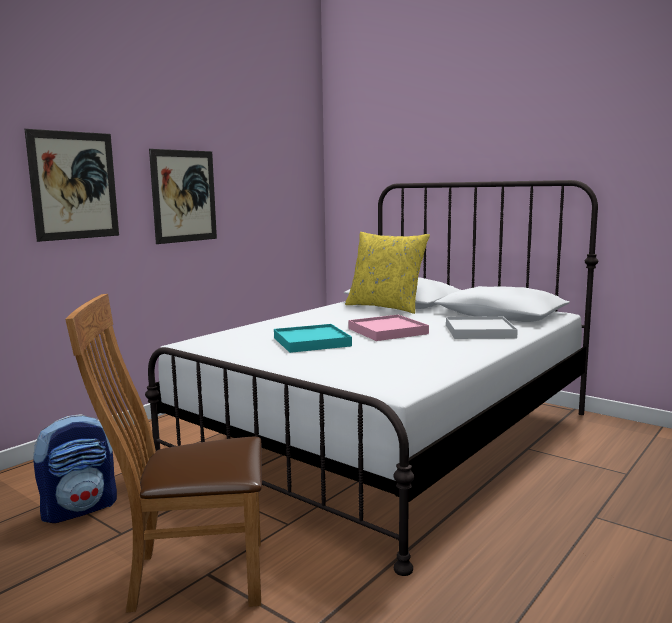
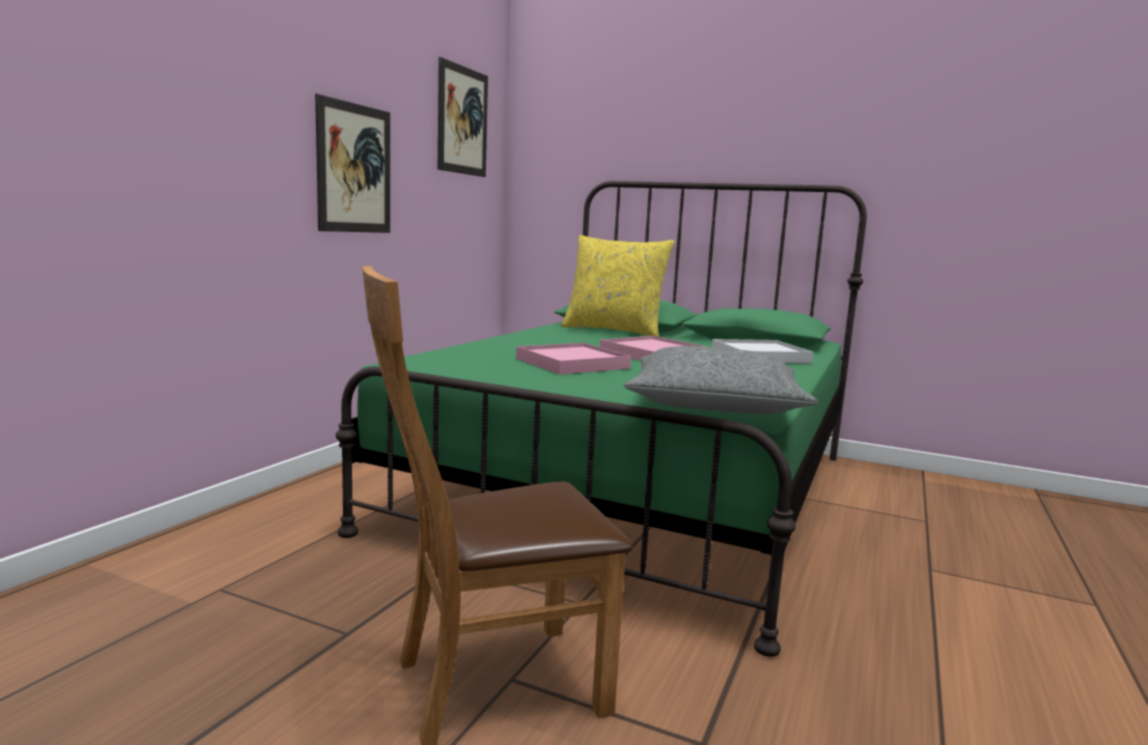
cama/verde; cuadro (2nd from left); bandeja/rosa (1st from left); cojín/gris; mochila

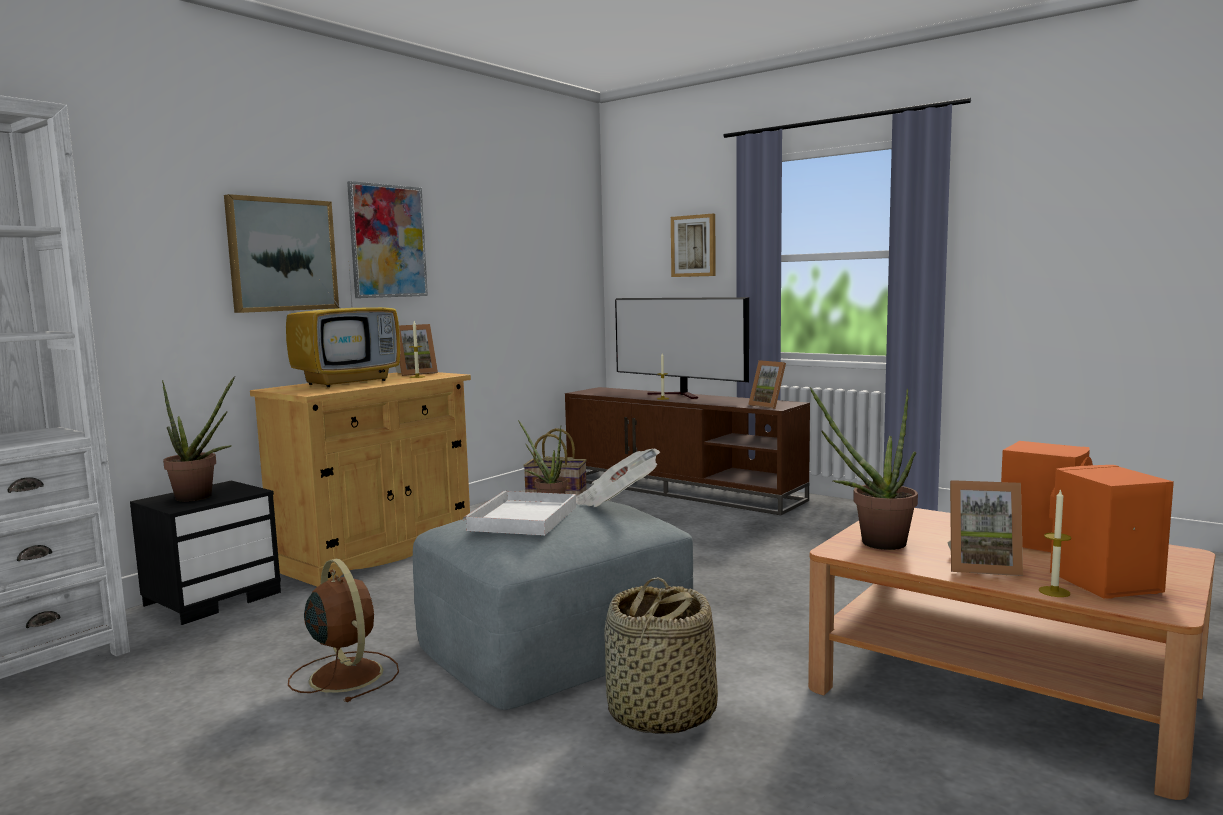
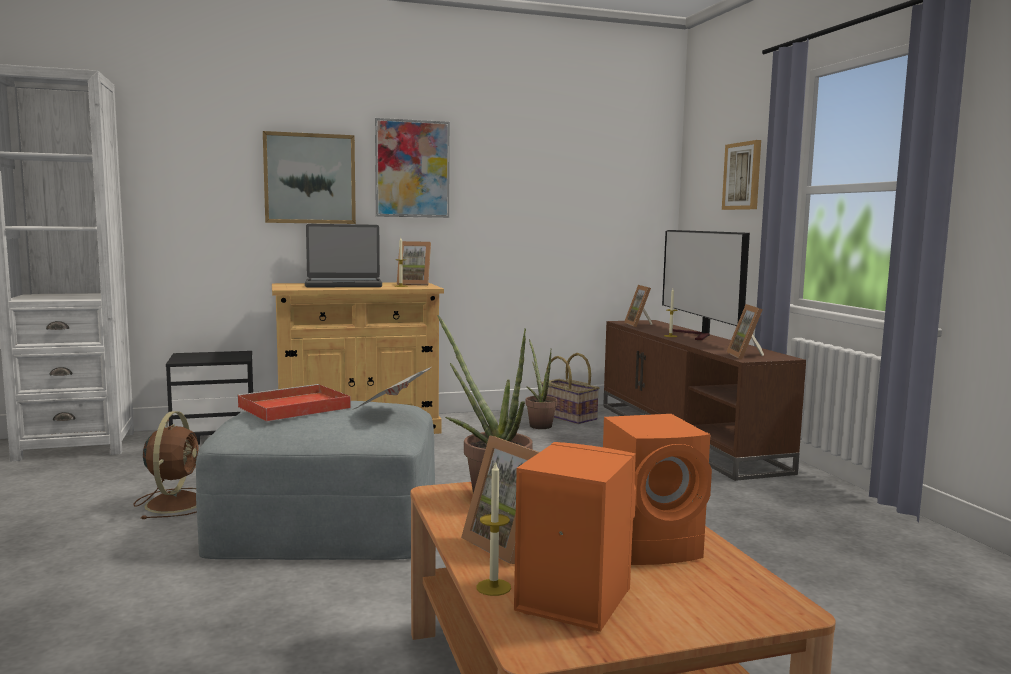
bandeja/rojo; portátil; portarretratos (3rd from left); planta en maceta (1st from left in the first image); cesta (2nd from left in the first image)

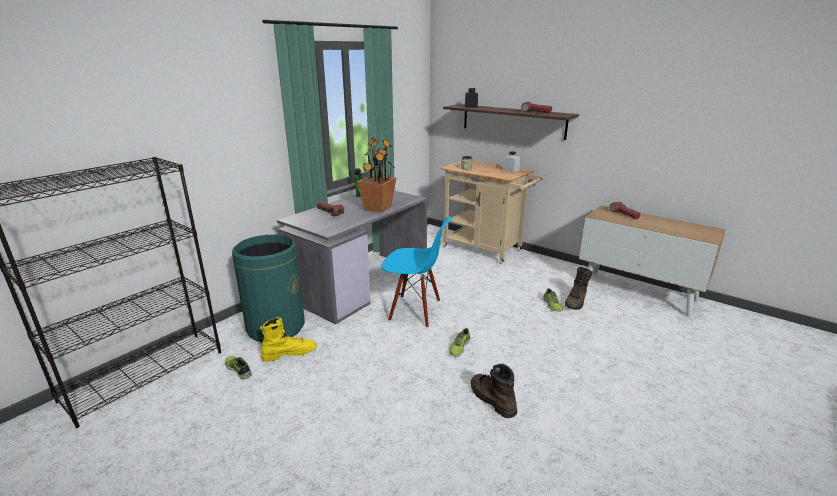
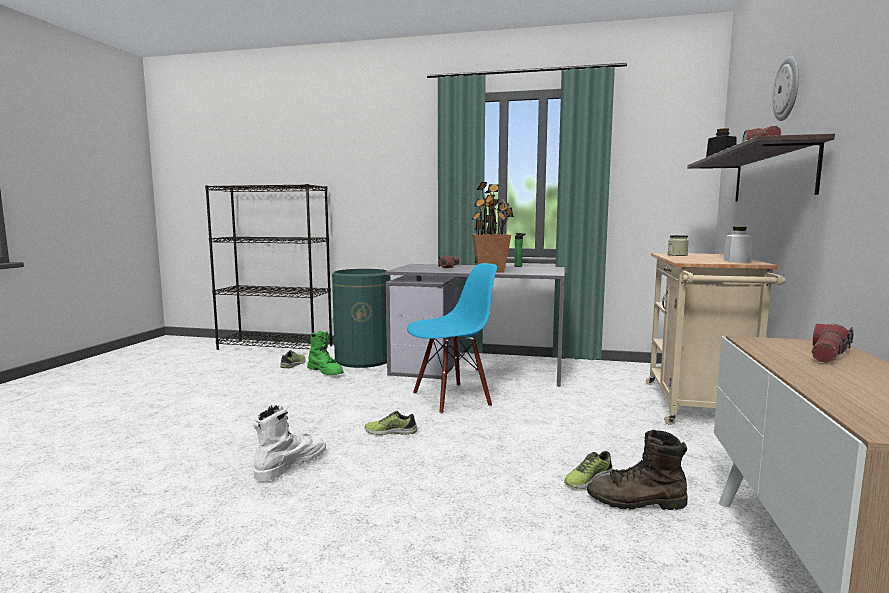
bota/blanco; bota/verde; silla/azul; reloj de pared

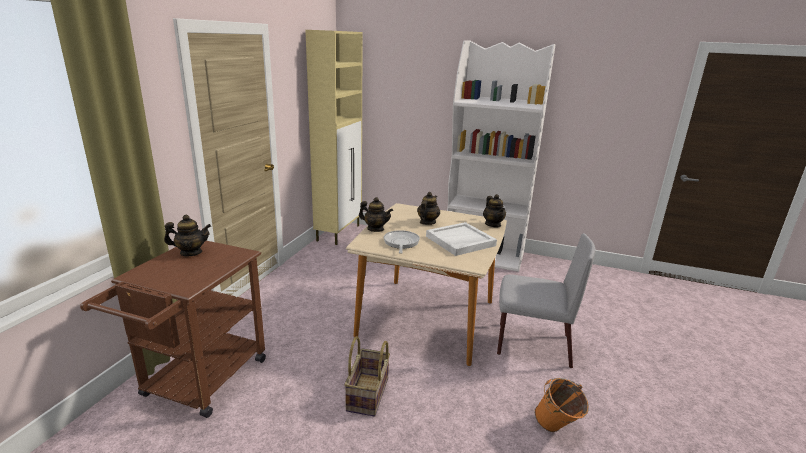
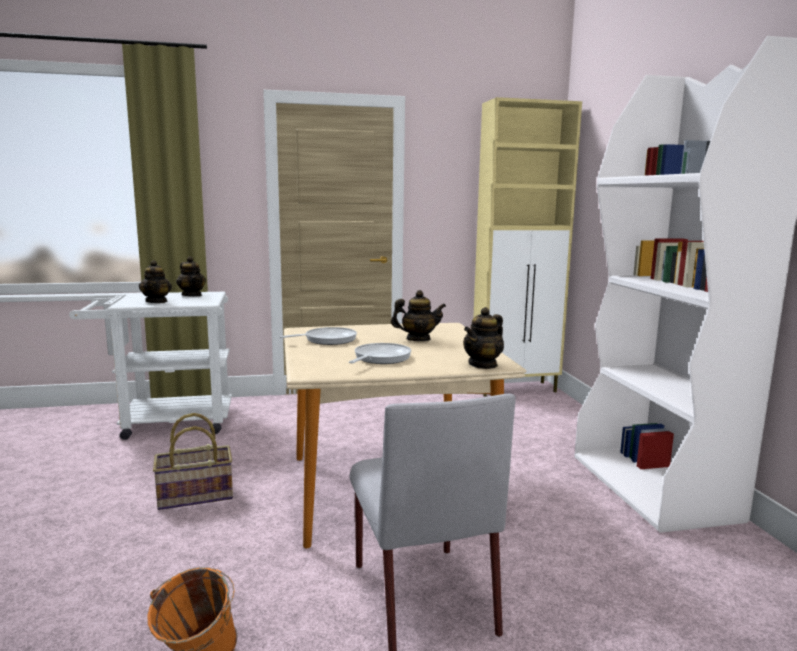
carrito/blanco; tetera (1st from left); sartén (2nd from left)

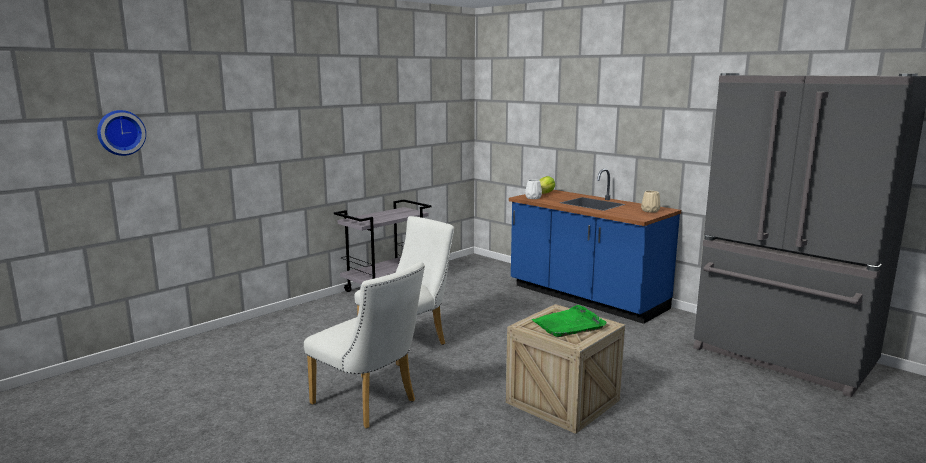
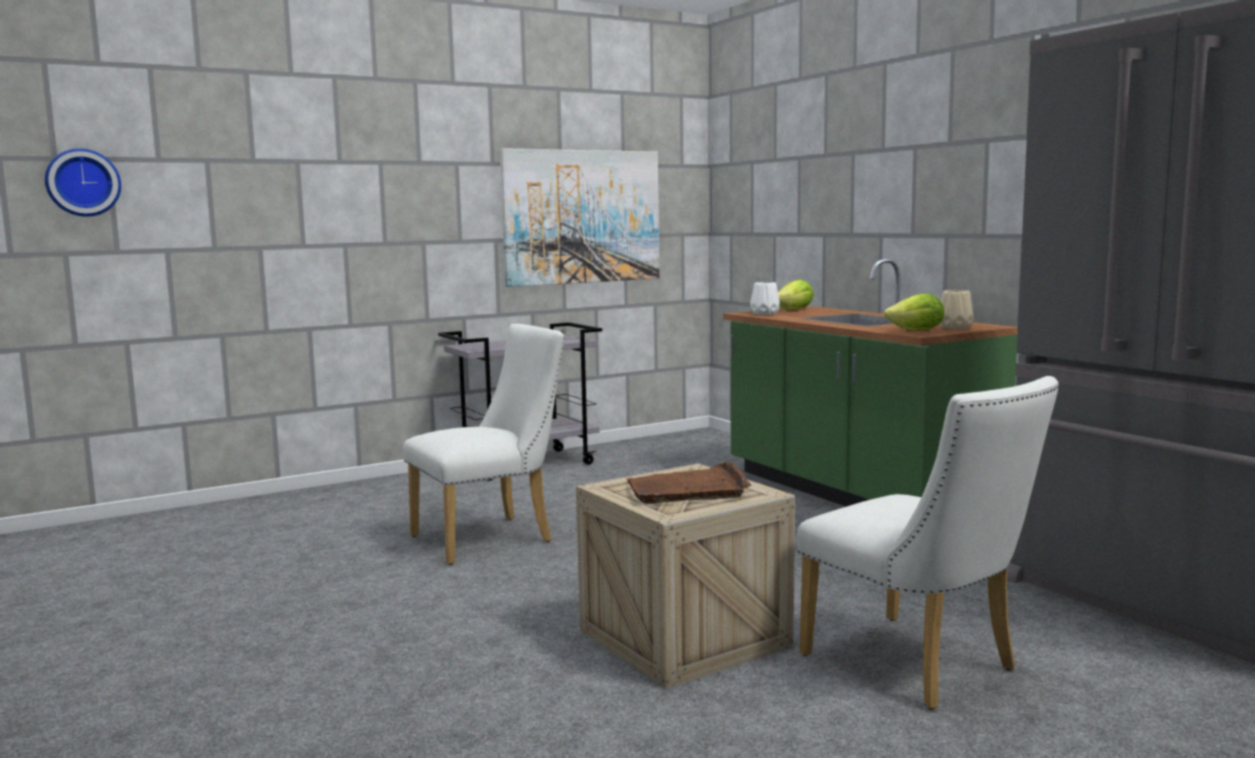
cuadro; bandeja/marrón; mueble bajo de cocina/verde; silla/blanco (2nd from left); lechuga (2nd from left)

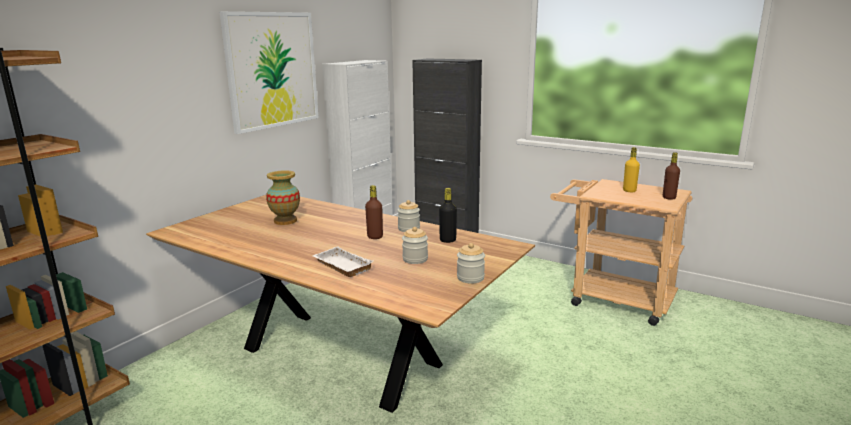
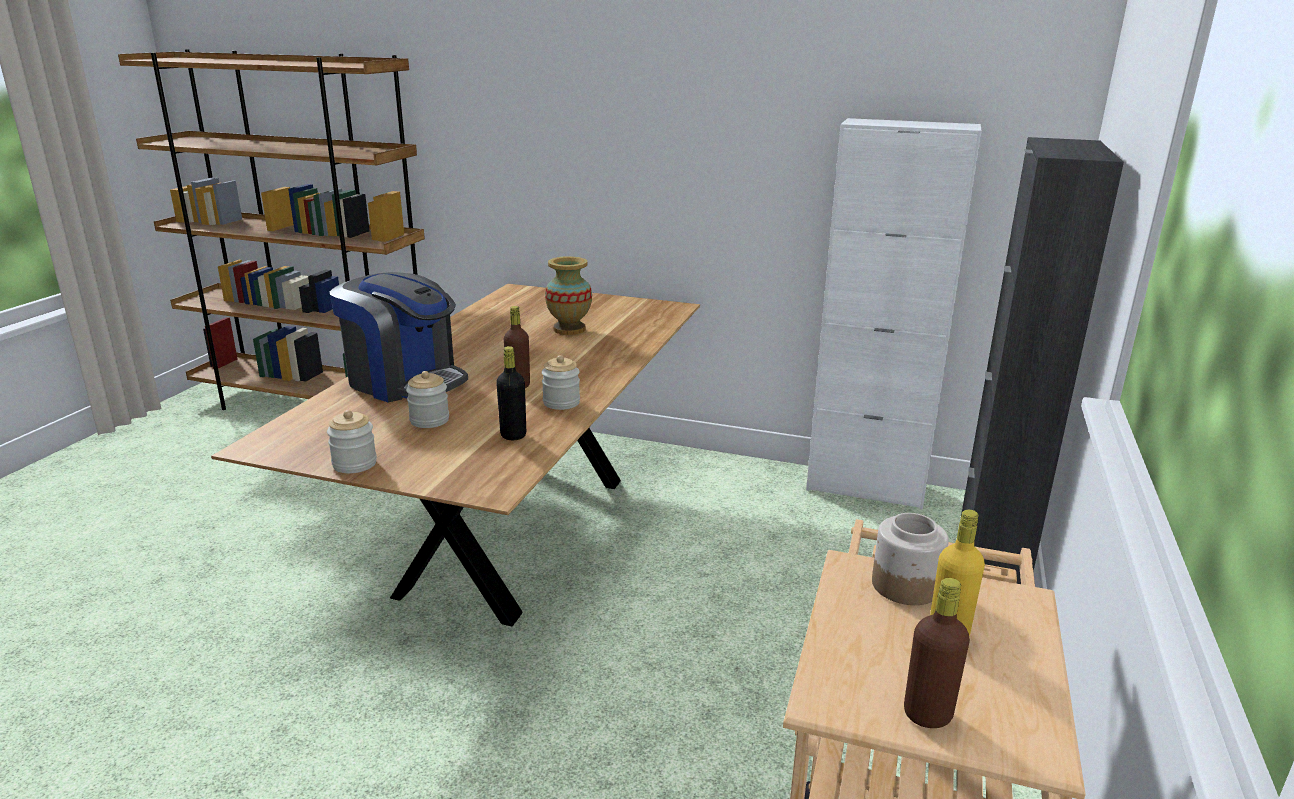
cafetera; tarro (4th from left); cuadro

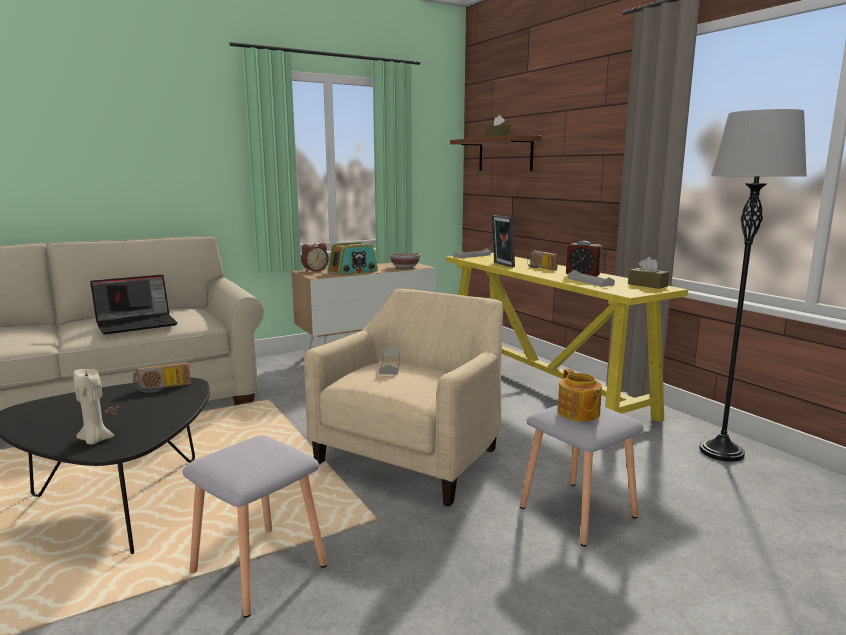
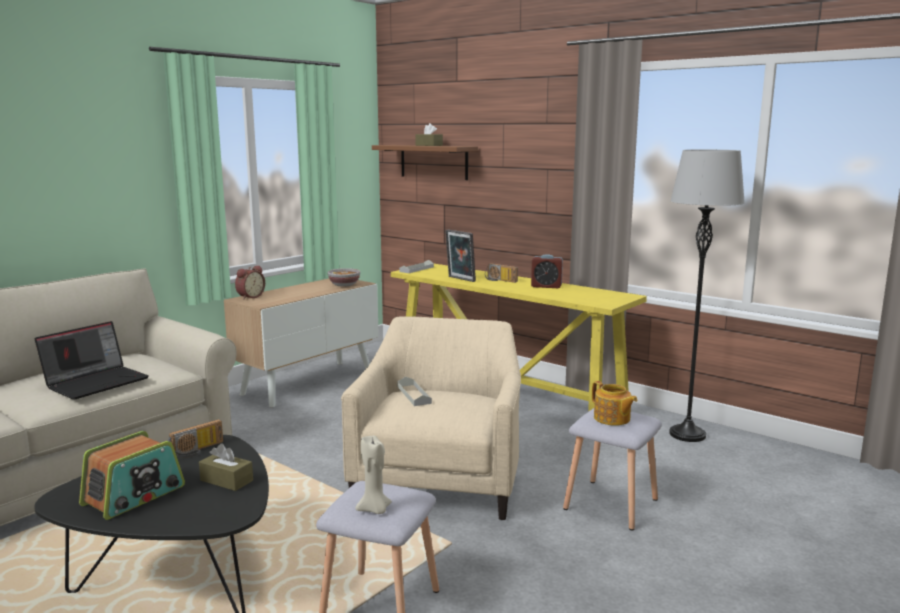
radio (1st from left); caja de pañuelos/marrón (1st from left); vela/beis; bandeja/gris (3rd from left in the first image)

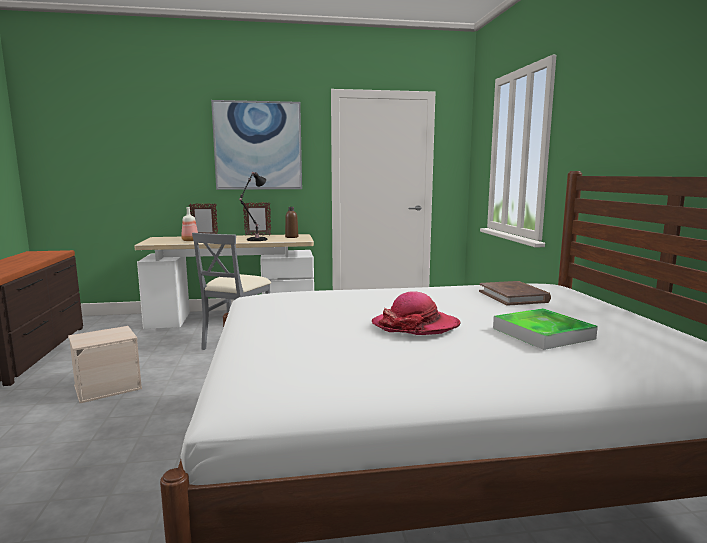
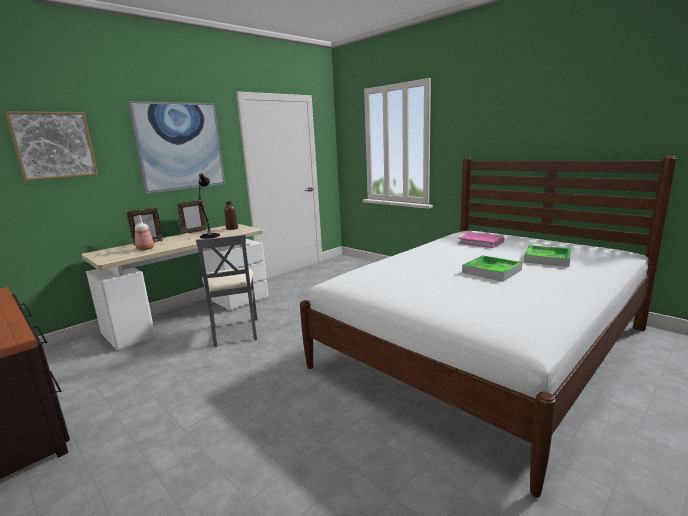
cuadro (1st from left); libro/rosa; bandeja (1st from left); caja de almacenaje/beis

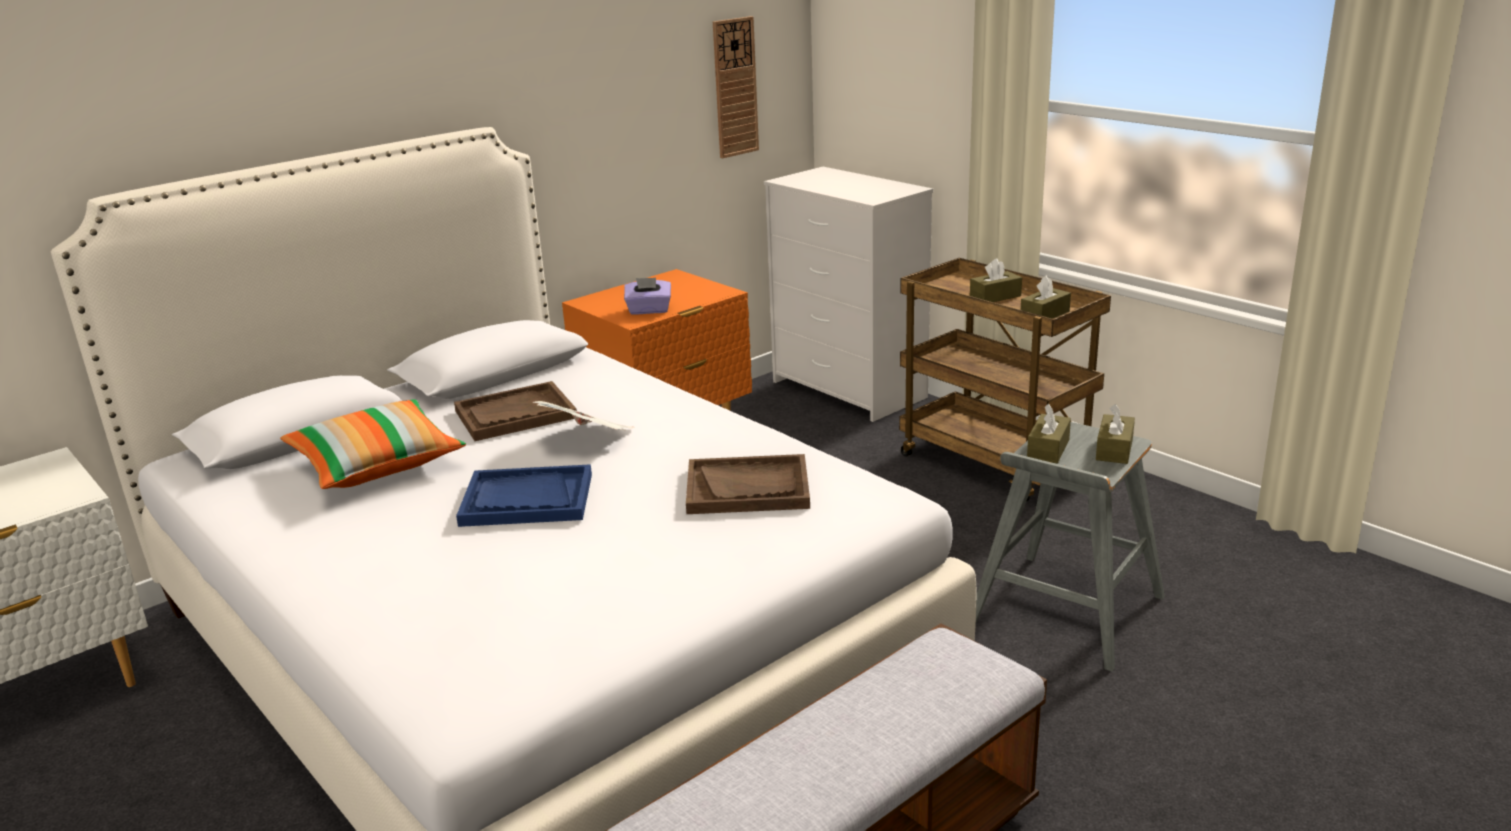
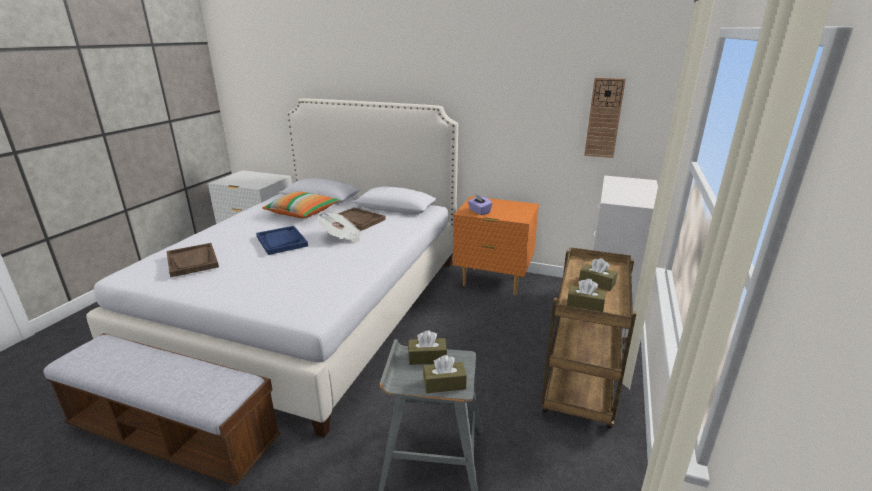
bandeja/marrón (1st from left)

